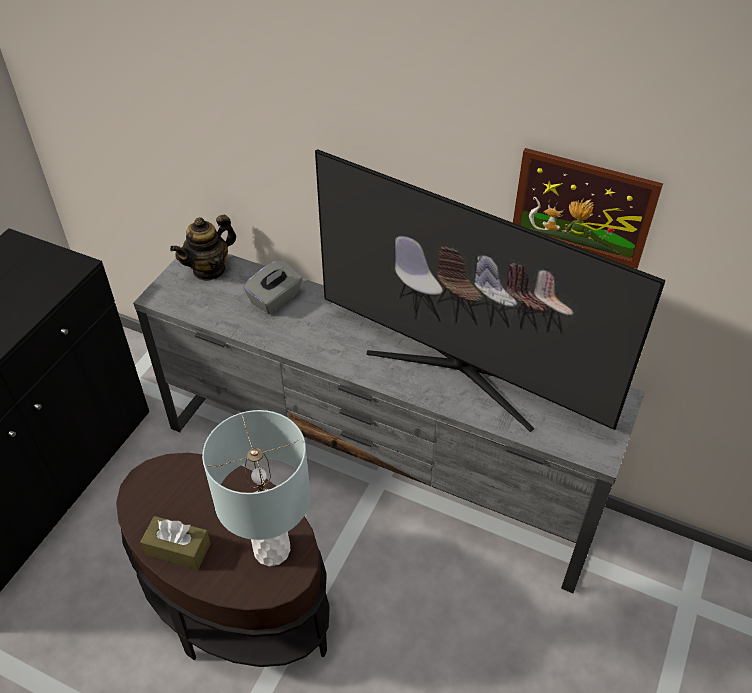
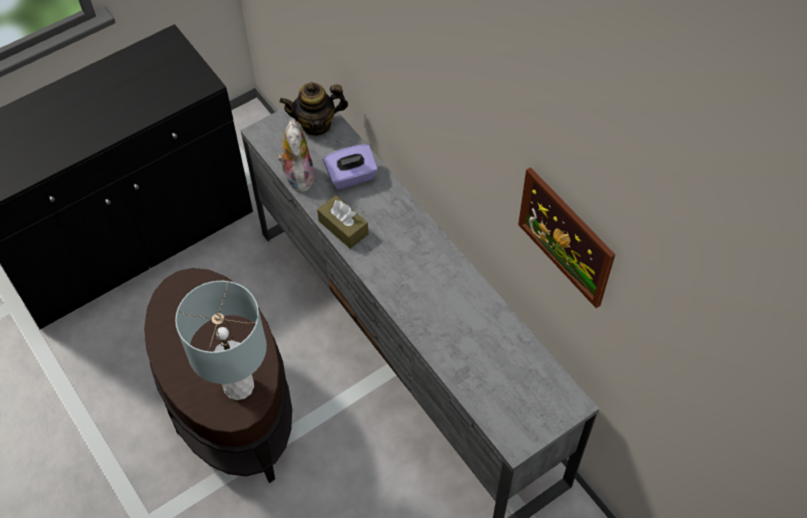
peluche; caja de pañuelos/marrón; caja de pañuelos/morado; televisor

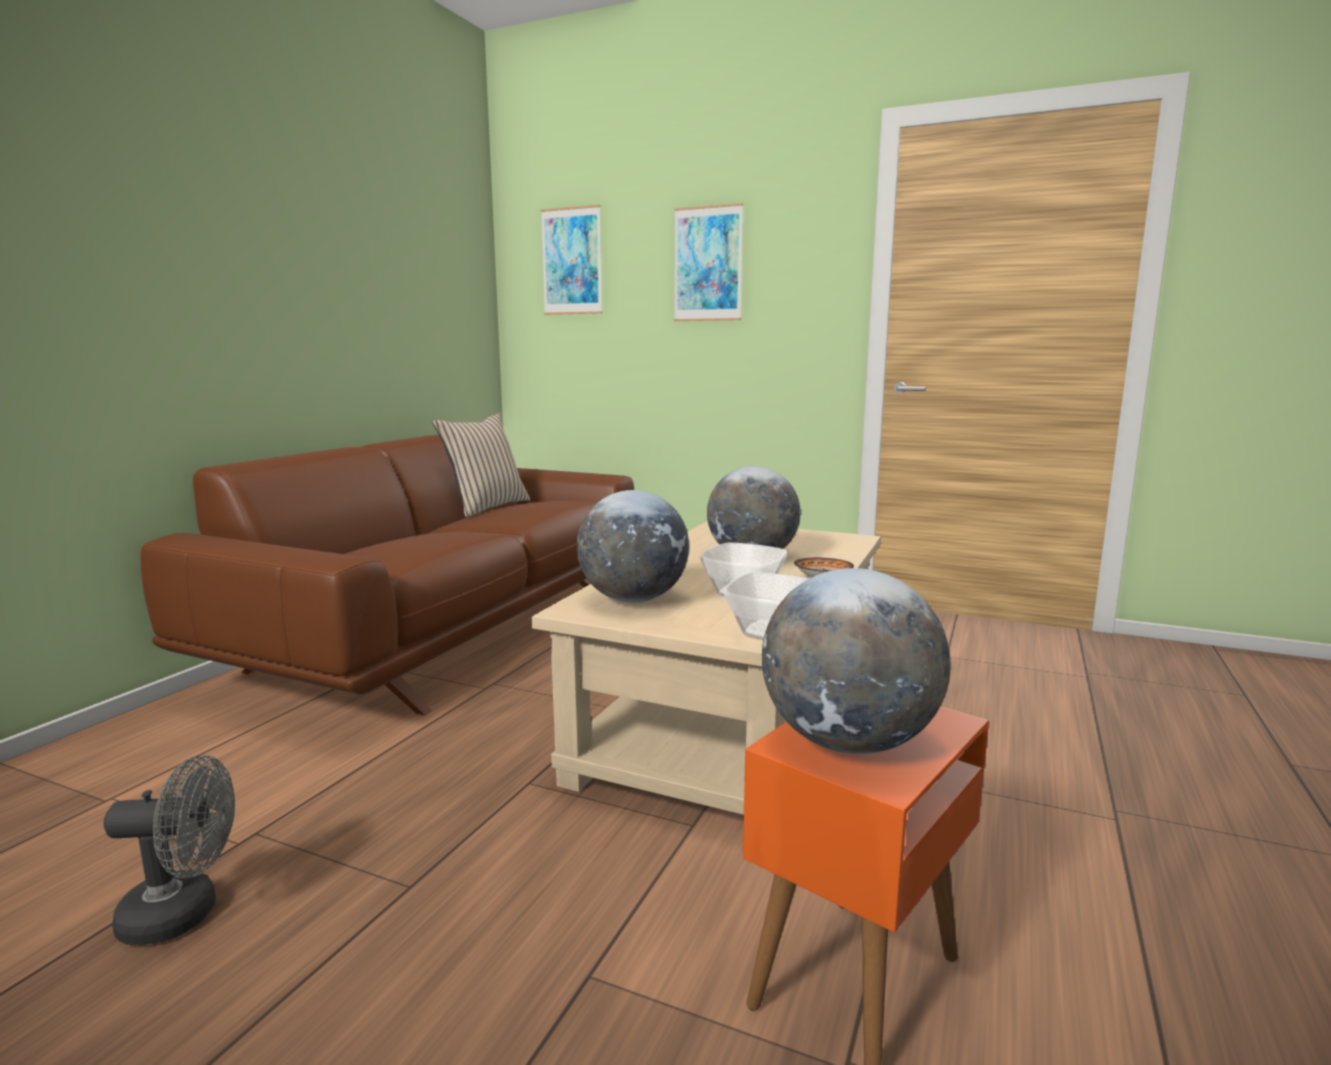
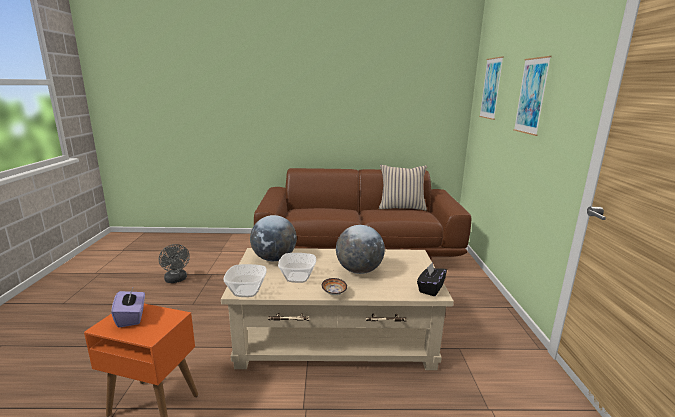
caja de pañuelos/morado; caja de pañuelos/negro

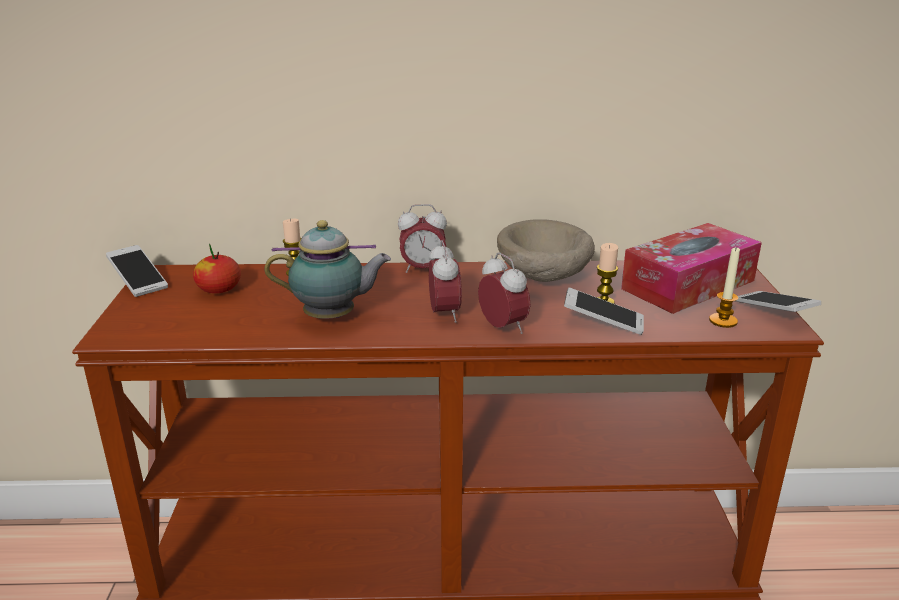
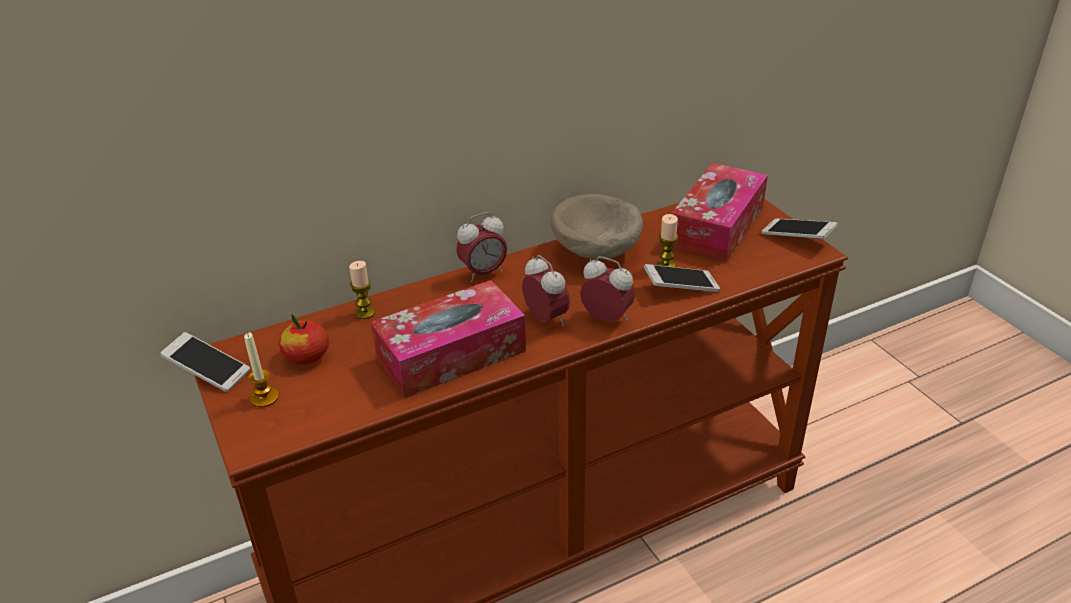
vela (1st from left); caja de pañuelos (1st from left)

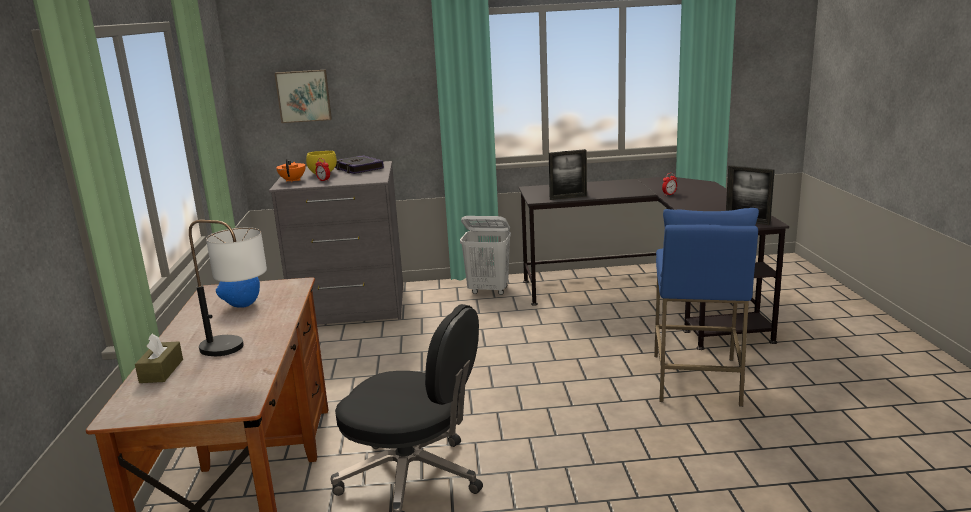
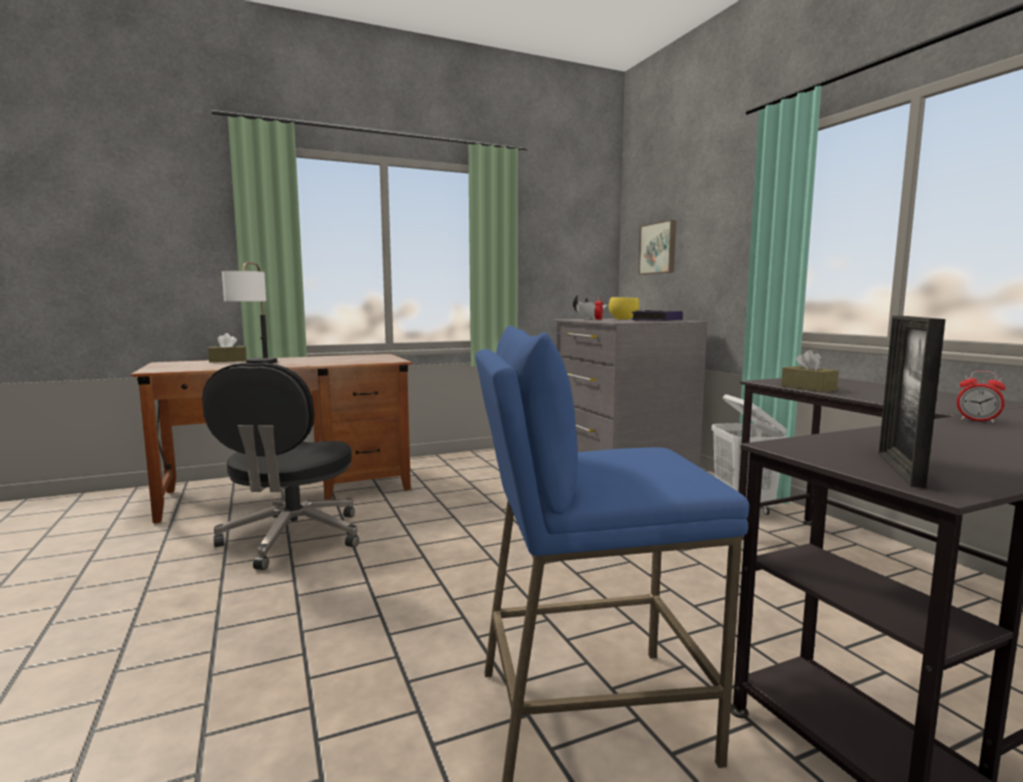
tetera/blanco; caja de pañuelos/marrón (2nd from left); cuenco/azul

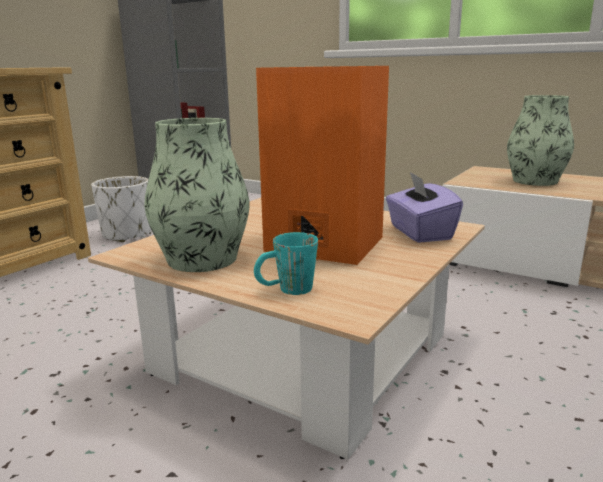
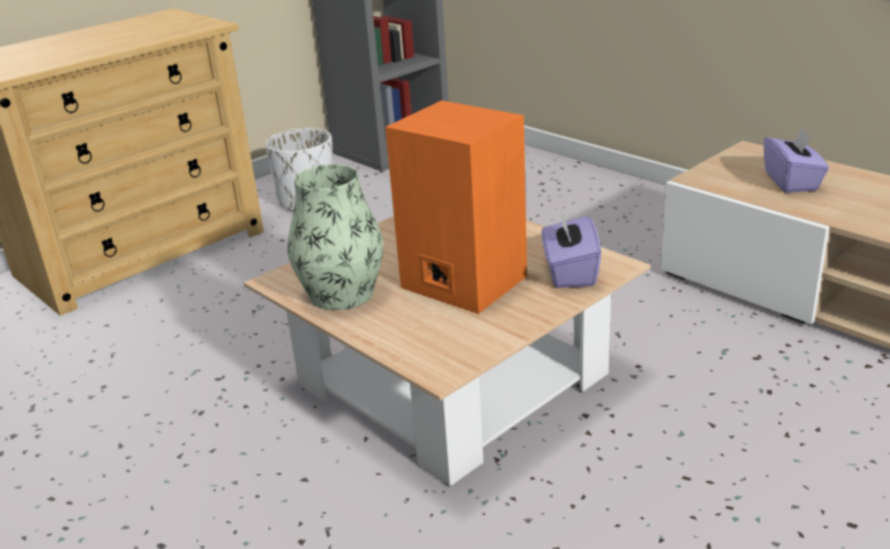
caja de pañuelos/morado (2nd from left); taza grande/turquesa

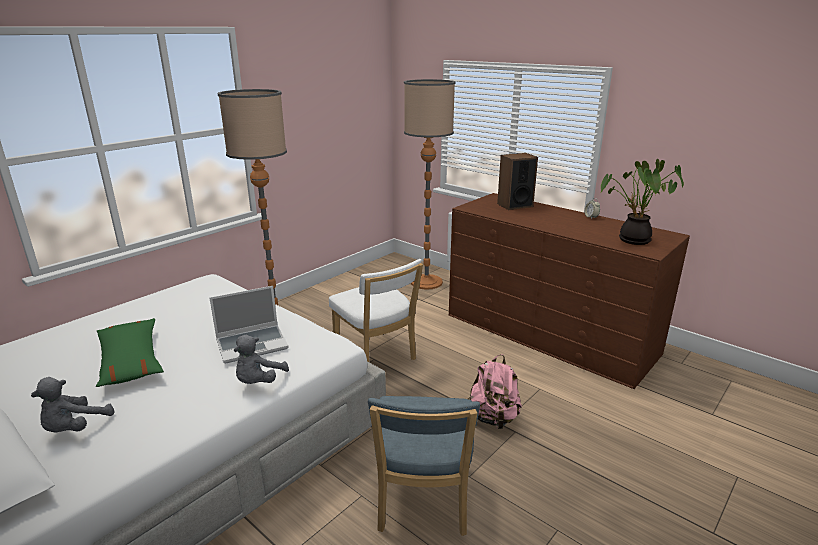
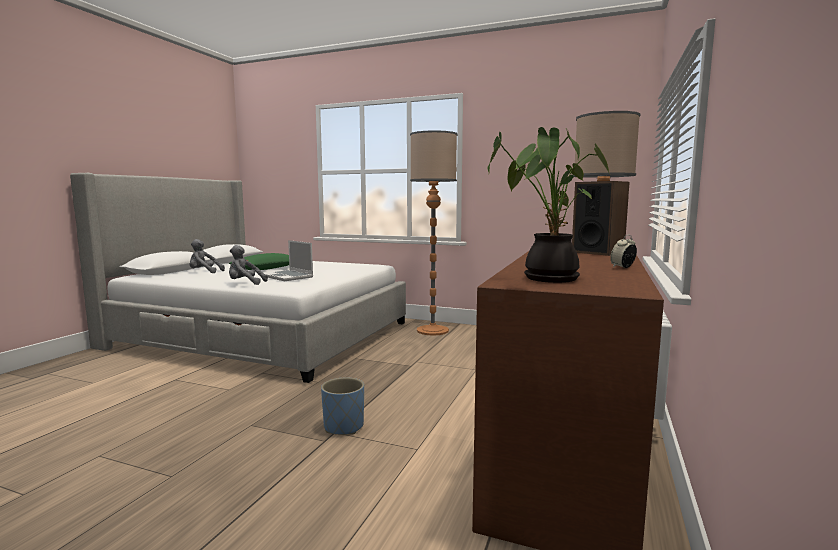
maceta/azul; silla/blanco; silla/azul

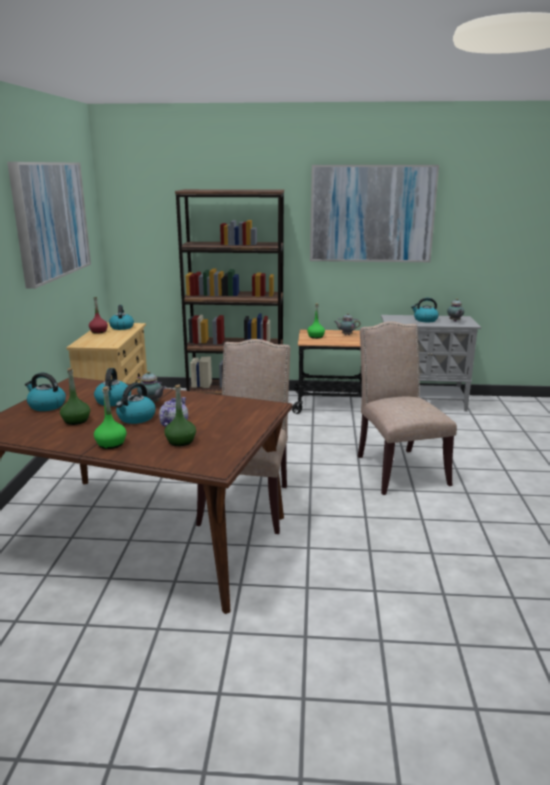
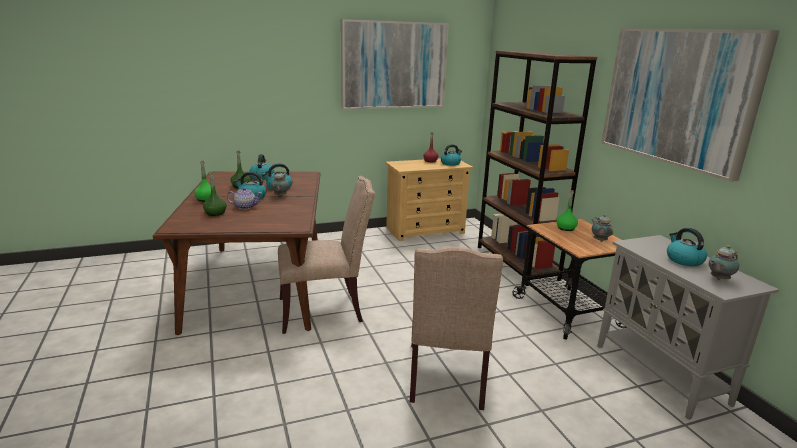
silla/beis (2nd from left)

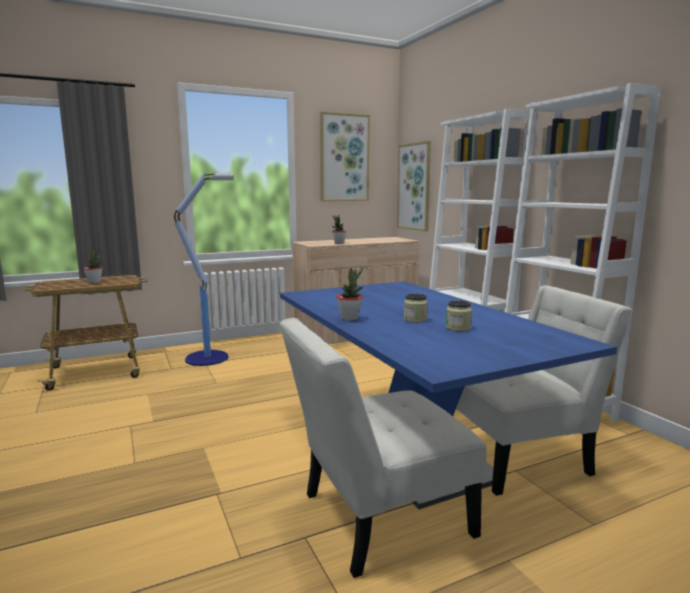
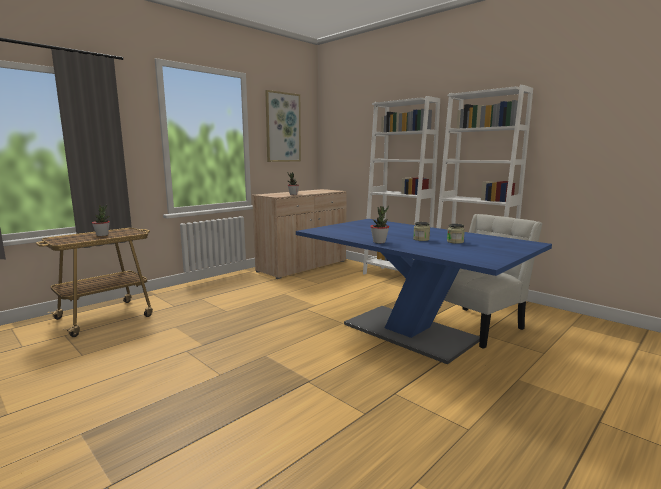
lámpara de pie; silla/blanco (1st from left in the first image); cuadro (2nd from left in the first image)

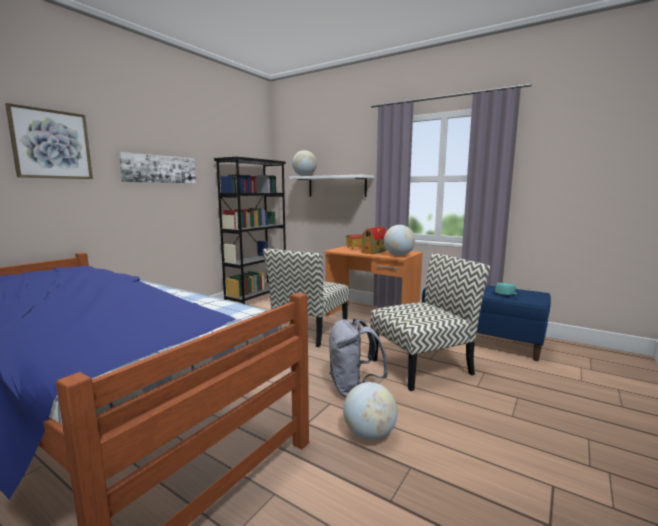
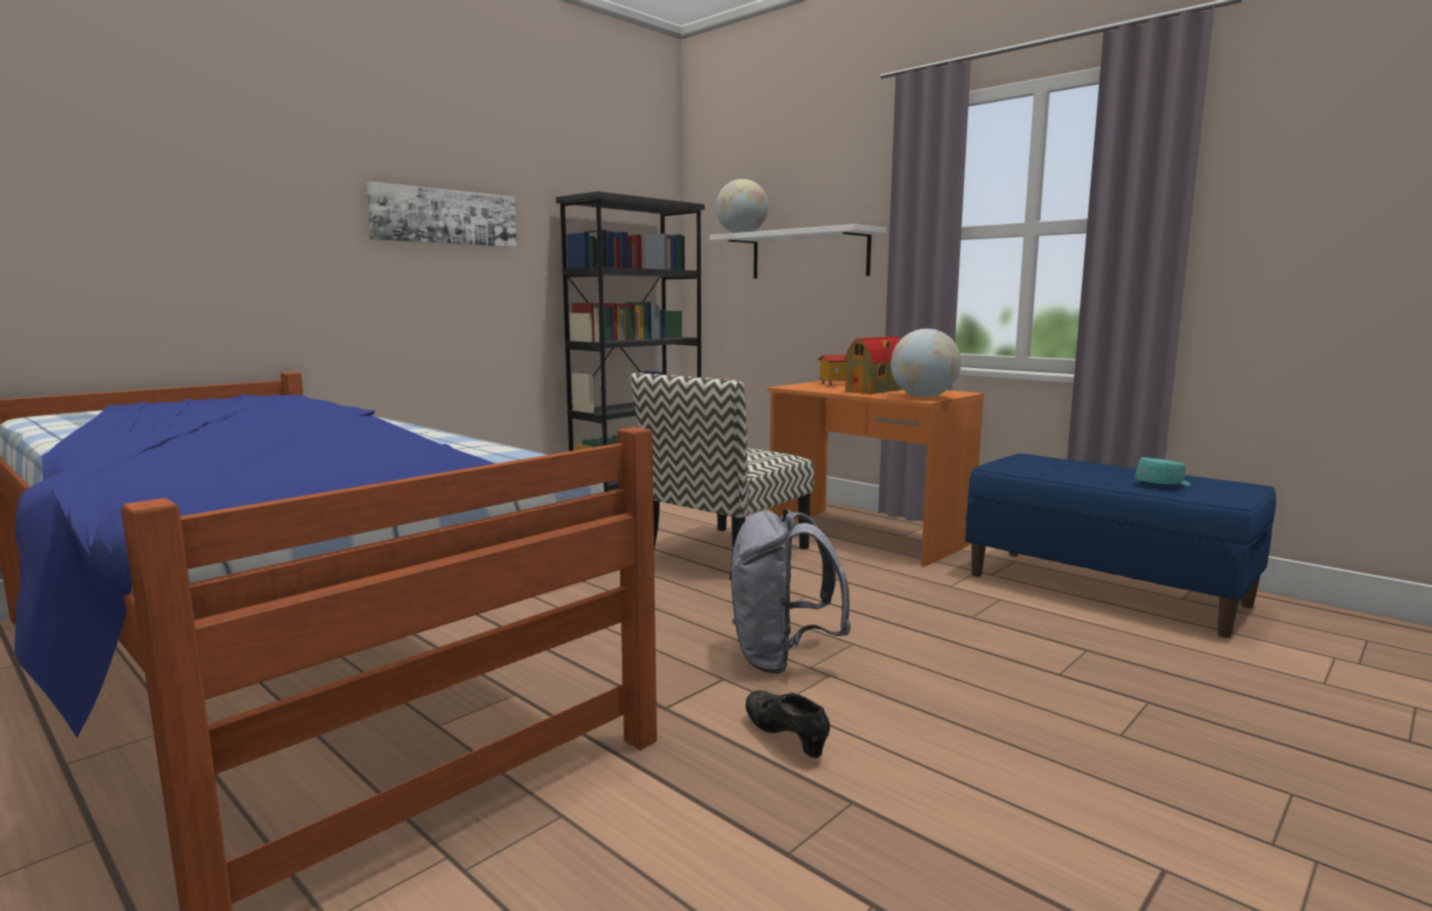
zapato/negro; cuadro (1st from left in the first image); silla (2nd from left in the first image)

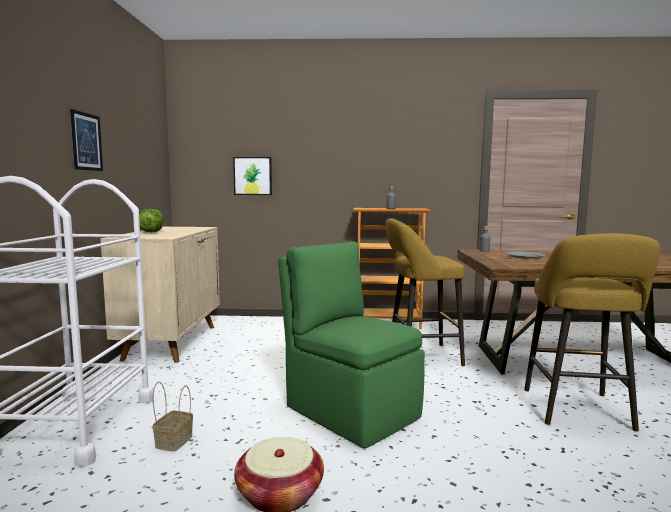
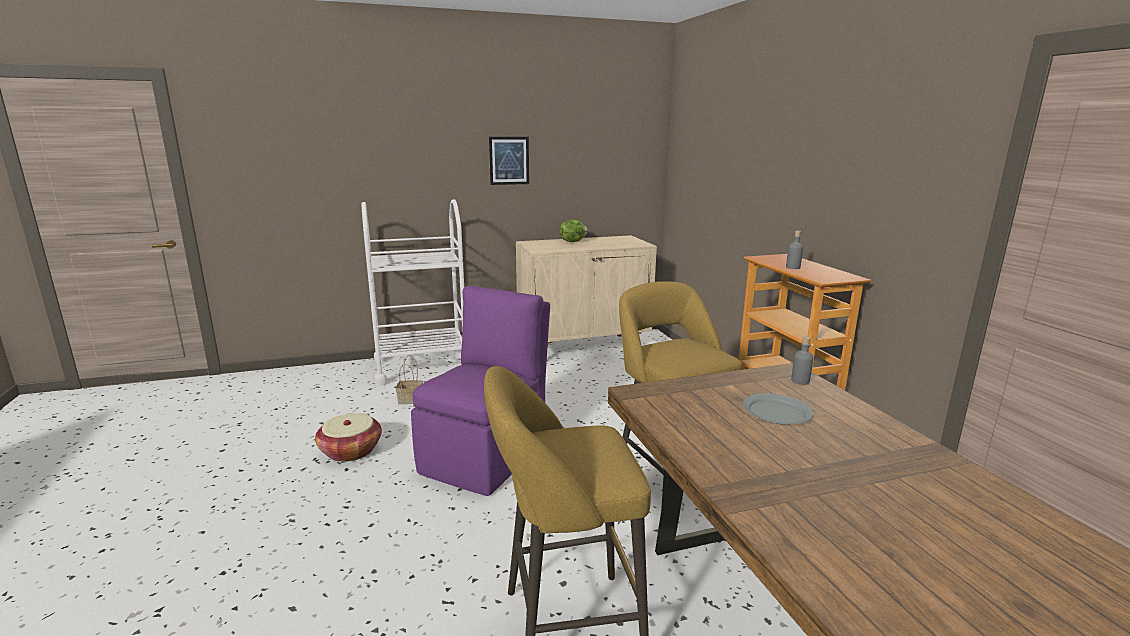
silla/morado; cuadro (2nd from left in the first image)

